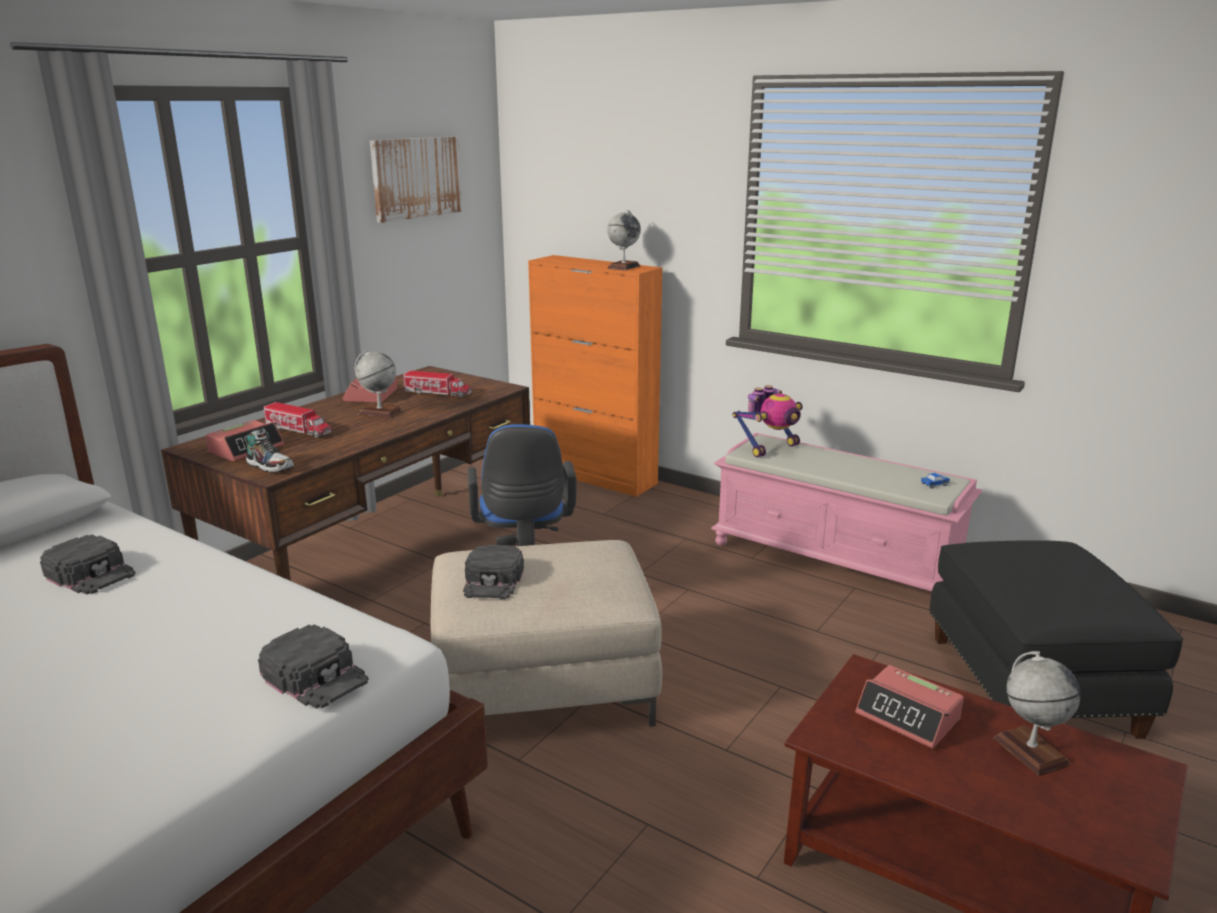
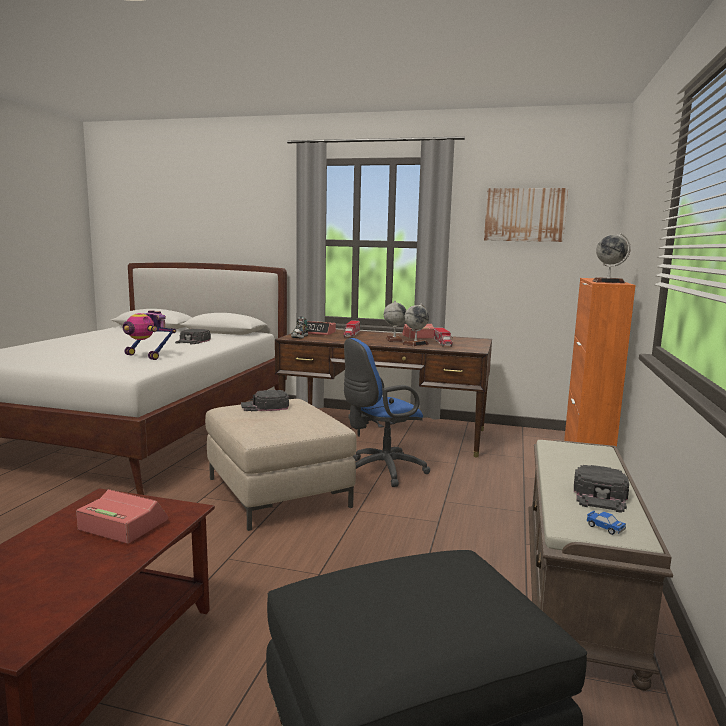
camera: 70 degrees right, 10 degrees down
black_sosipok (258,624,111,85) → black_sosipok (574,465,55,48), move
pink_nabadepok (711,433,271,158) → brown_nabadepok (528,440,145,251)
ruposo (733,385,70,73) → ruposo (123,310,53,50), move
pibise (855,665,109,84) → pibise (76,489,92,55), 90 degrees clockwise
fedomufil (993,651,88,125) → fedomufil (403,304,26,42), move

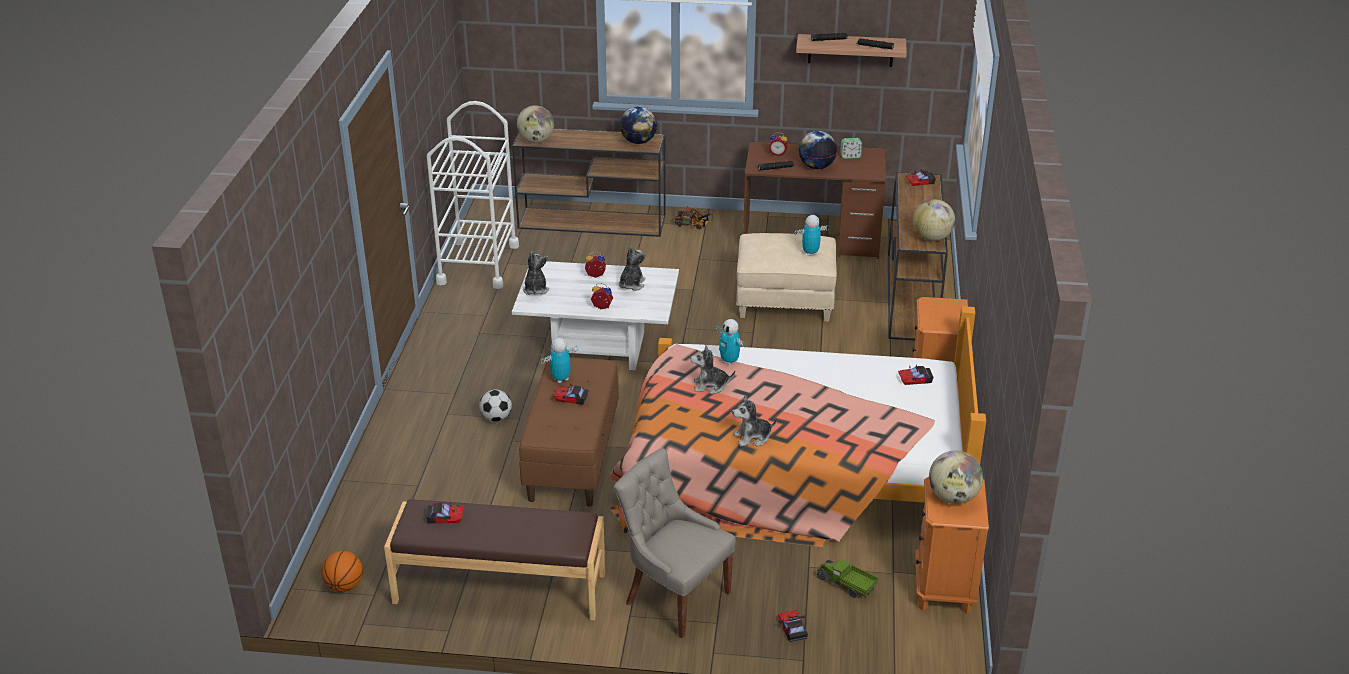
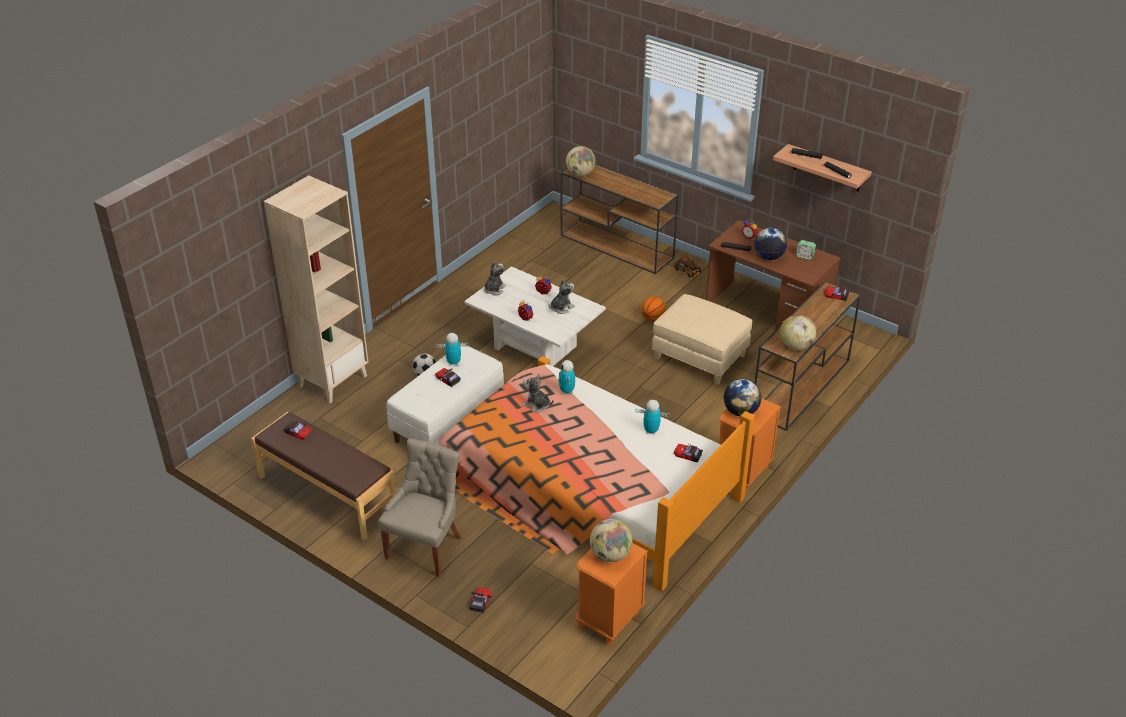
camera: 30 degrees right, 5 degrees up
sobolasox (321,551,42,41) → sobolasox (641,297,25,25), move
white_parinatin (427,101,92,188) → -
brown_nabadepok (519,357,100,150) → white_nabadepok (386,345,118,99)
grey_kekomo (614,448,122,190) → grey_kekomo (378,438,83,139), 45 degrees clockwise
fedomufil (620,106,37,38) → fedomufil (723,379,39,37), move
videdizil (732,396,45,50) → -
ruposo (794,215,35,41) → ruposo (635,400,34,34), move
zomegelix (817,559,61,39) → -
- → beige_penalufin (263,175,106,228)

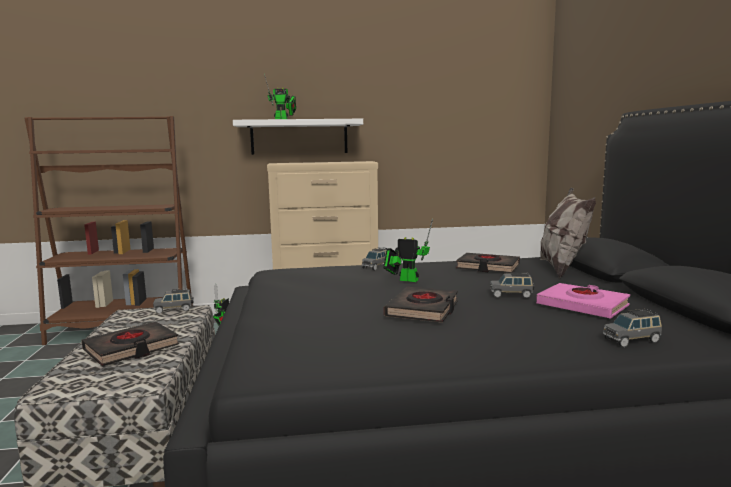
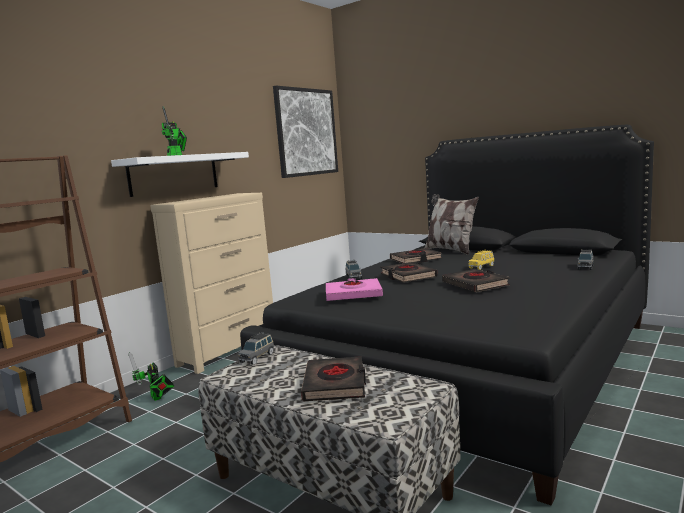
camera: 45 degrees left, 0 degrees up
ruposo (383,219,50,63) → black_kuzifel (381,262,56,20)
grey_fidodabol (490,272,44,26) → yellow_fidodabol (468,250,26,20)
pink_kuzifel (536,283,94,36) → pink_kuzifel (326,278,57,23), move
- → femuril (273,86,65,92)

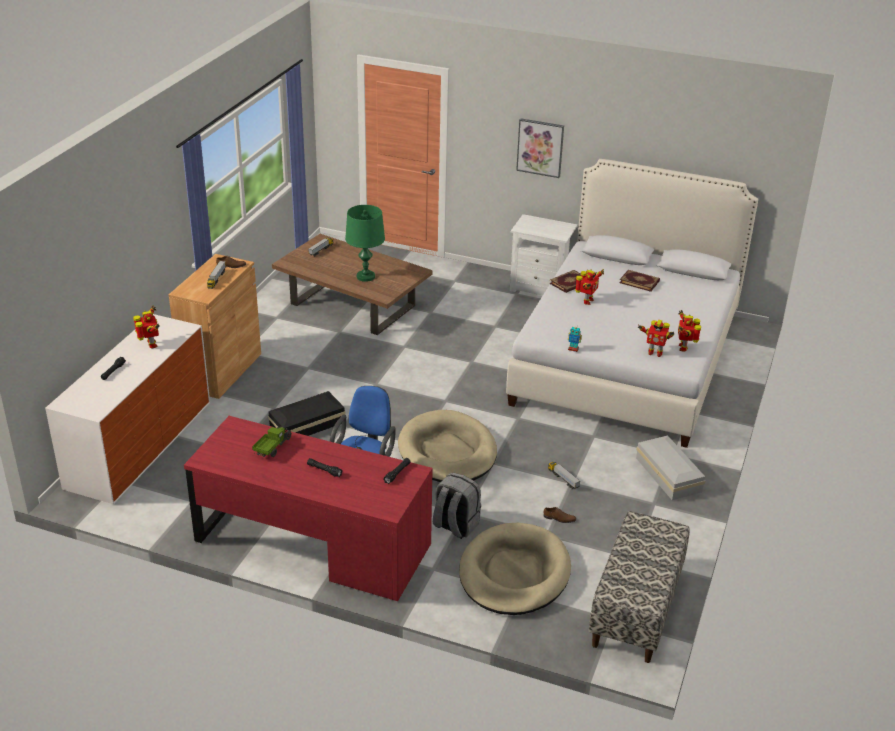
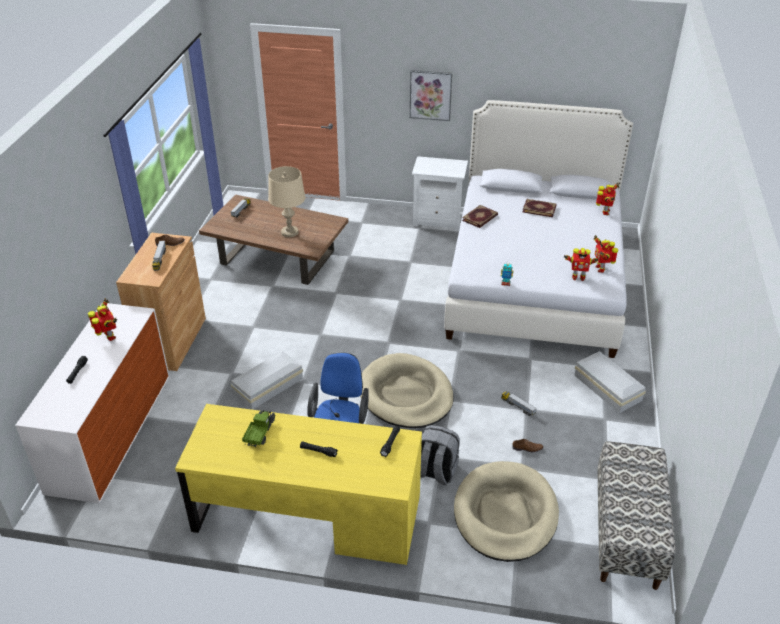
camera: 10 degrees left, 5 degrees up
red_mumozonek (184,416,249,185) → yellow_mumozonek (175,404,247,161)
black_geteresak (268,391,78,45) → white_geteresak (231,351,72,59)
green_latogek (345,205,40,77) → beige_latogek (268,166,37,71)
ruposo (575,269,29,36) → ruposo (596,183,23,32), move

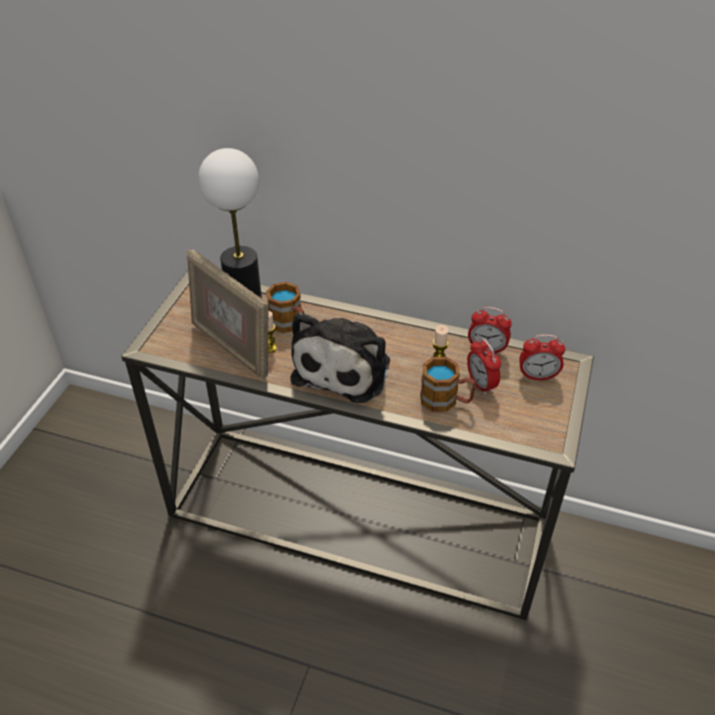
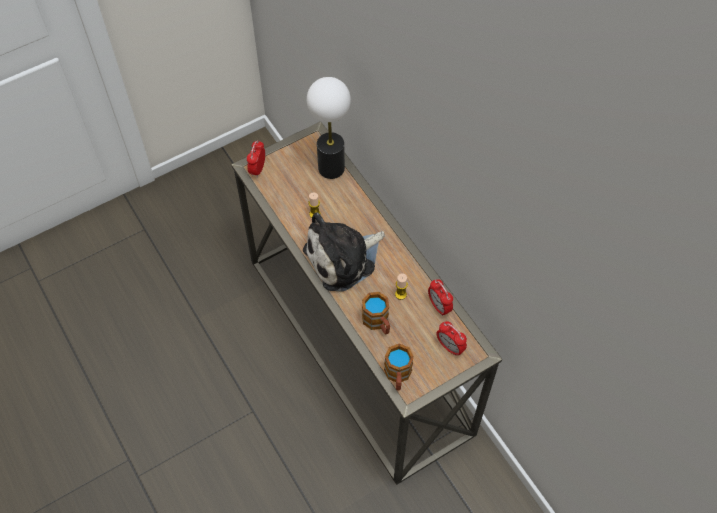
camera: 40 degrees right, 15 degrees up
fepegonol (187,249,82,131) → -
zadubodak (266,282,38,51) → zadubodak (384,344,30,47), move
pibise (467,338,34,57) → pibise (247,140,18,37), move

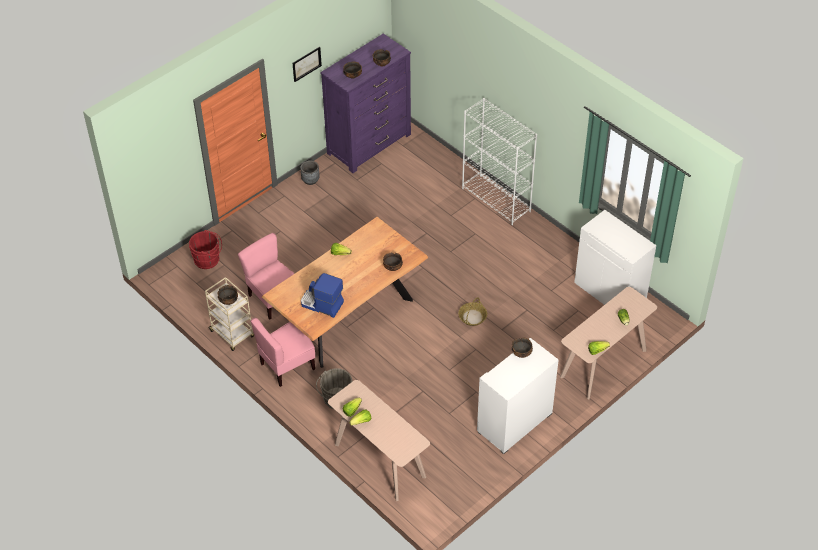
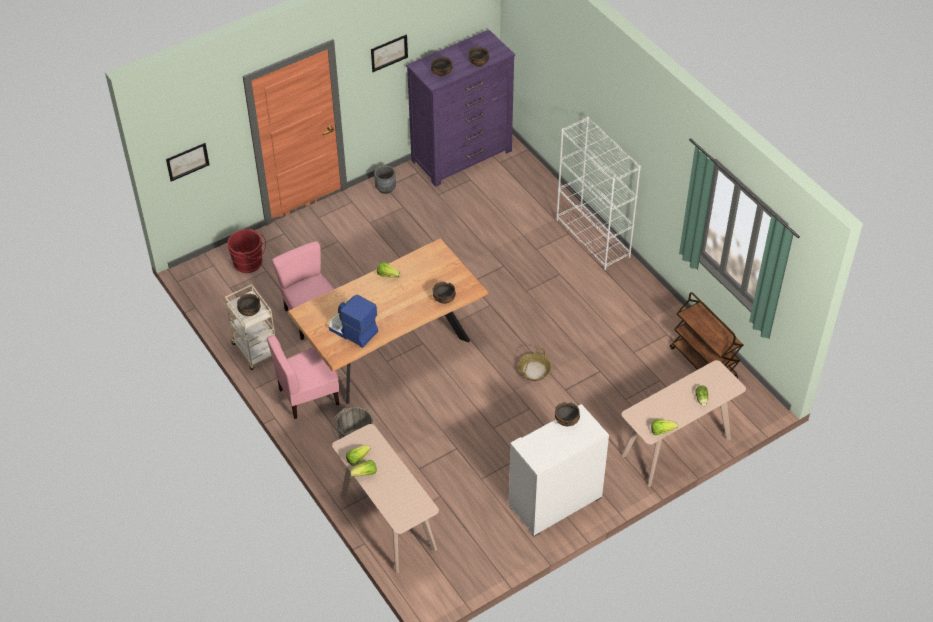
camera: 10 degrees right, 0 degrees up
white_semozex (574,210,82,95) → brown_parinatin (670,292,73,86)
- → femuril (166,143,43,38)

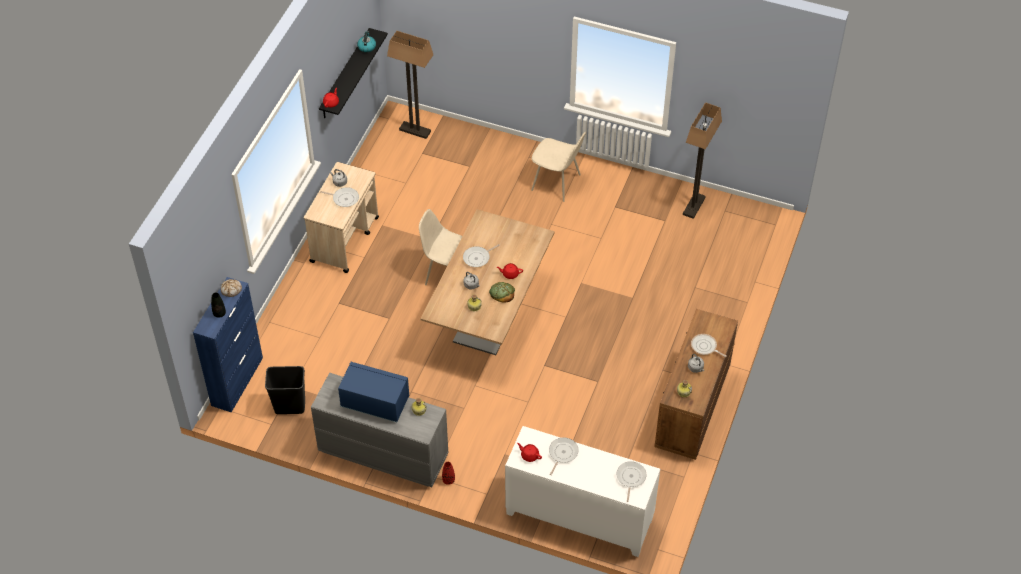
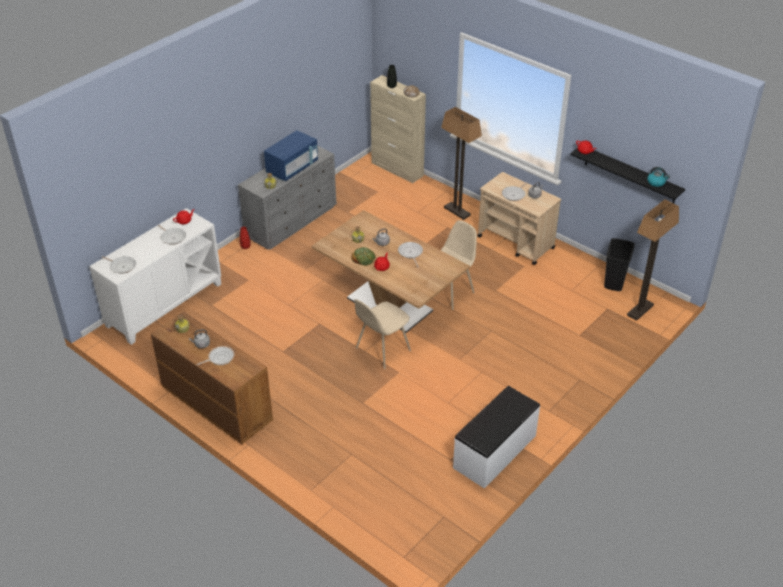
camera: 110 degrees right, 10 degrees down
blue_semozex (193,277,70,135) → beige_semozex (370,75,56,108)
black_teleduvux (265,366,40,48) → black_teleduvux (604,238,31,53), move
beige_kekomo (531,132,55,70) → beige_kekomo (354,299,57,70), move
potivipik (683,102,39,117) → potivipik (441,107,41,113), move
- → white_nabadepok (453,386,87,103)

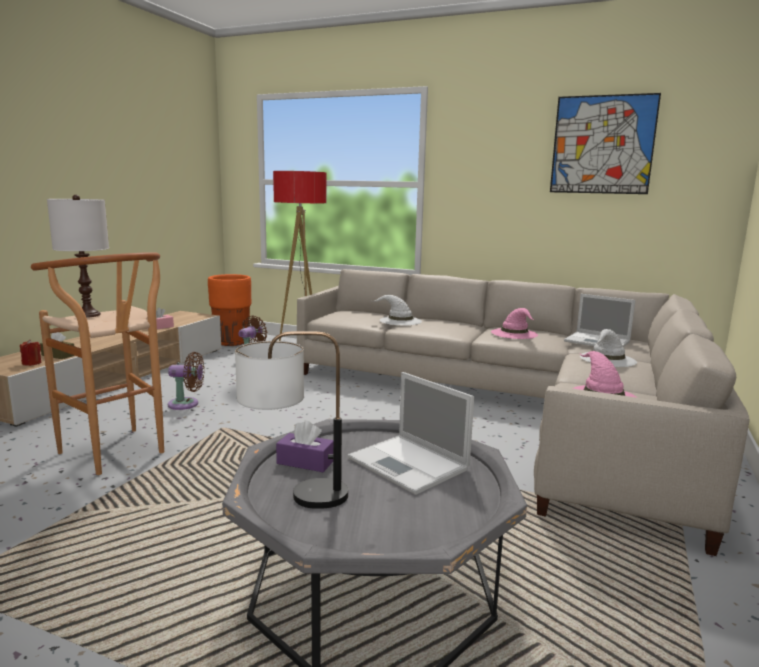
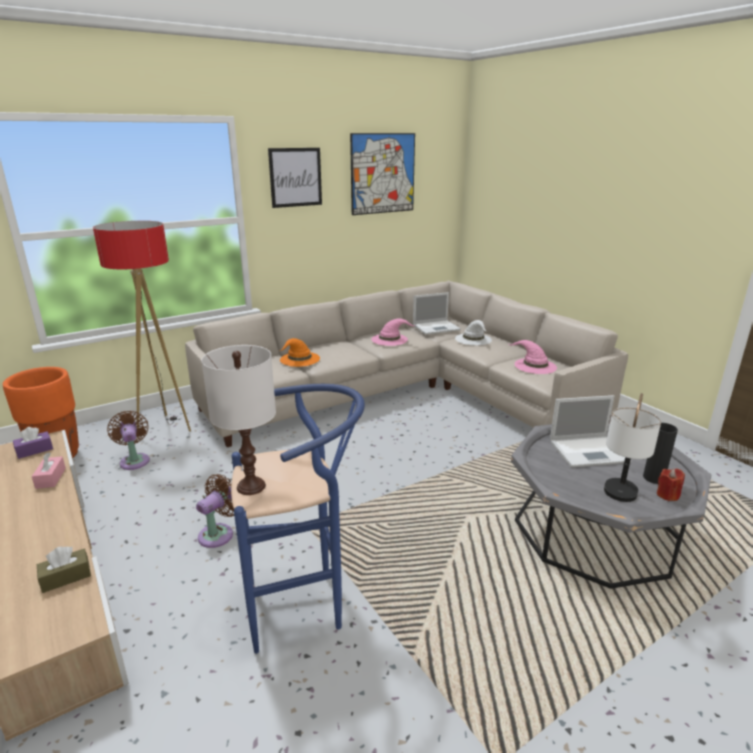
camera: 55 degrees left, 10 degrees up
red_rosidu (20,340,22,26) → red_rosidu (657,469,28,32), move
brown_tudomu (31,252,133,223) → blue_tudomu (231,384,134,270)
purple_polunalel (276,421,57,51) → purple_polunalel (13,427,40,32), move
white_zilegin (372,295,50,30) → orange_zilegin (280,338,40,29)
- → femuril (268,148,54,60)
- → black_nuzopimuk (643,423,35,61)

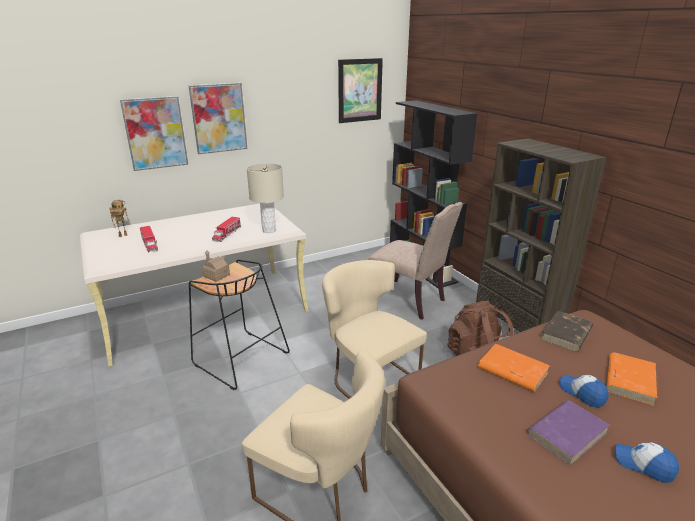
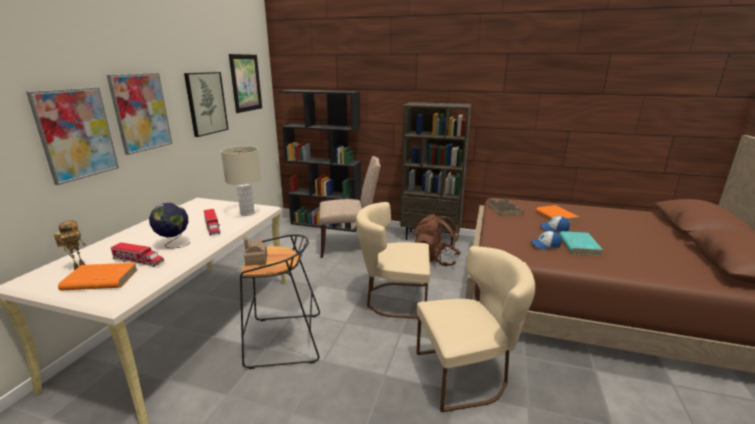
camera: 45 degrees left, 5 degrees down
orange_kuzifel (478,344,72,48) → orange_kuzifel (58,263,80,28), move
purple_kuzifel (527,400,83,66) → turquoise_kuzifel (559,231,44,25)
sosipok (615,443,64,40) → sosipok (530,231,31,19), move
- → fedomufil (149,203,41,45)
- → femuril (184,72,45,65)

